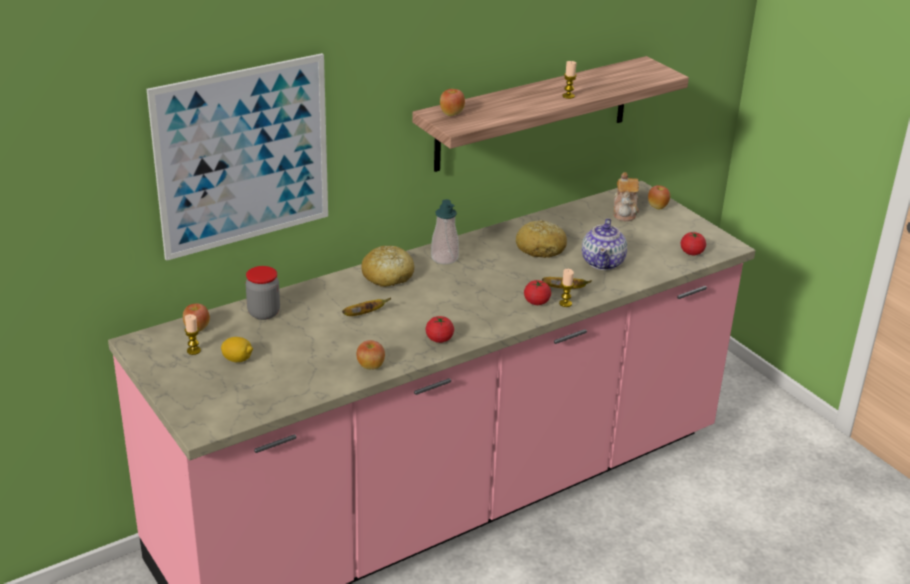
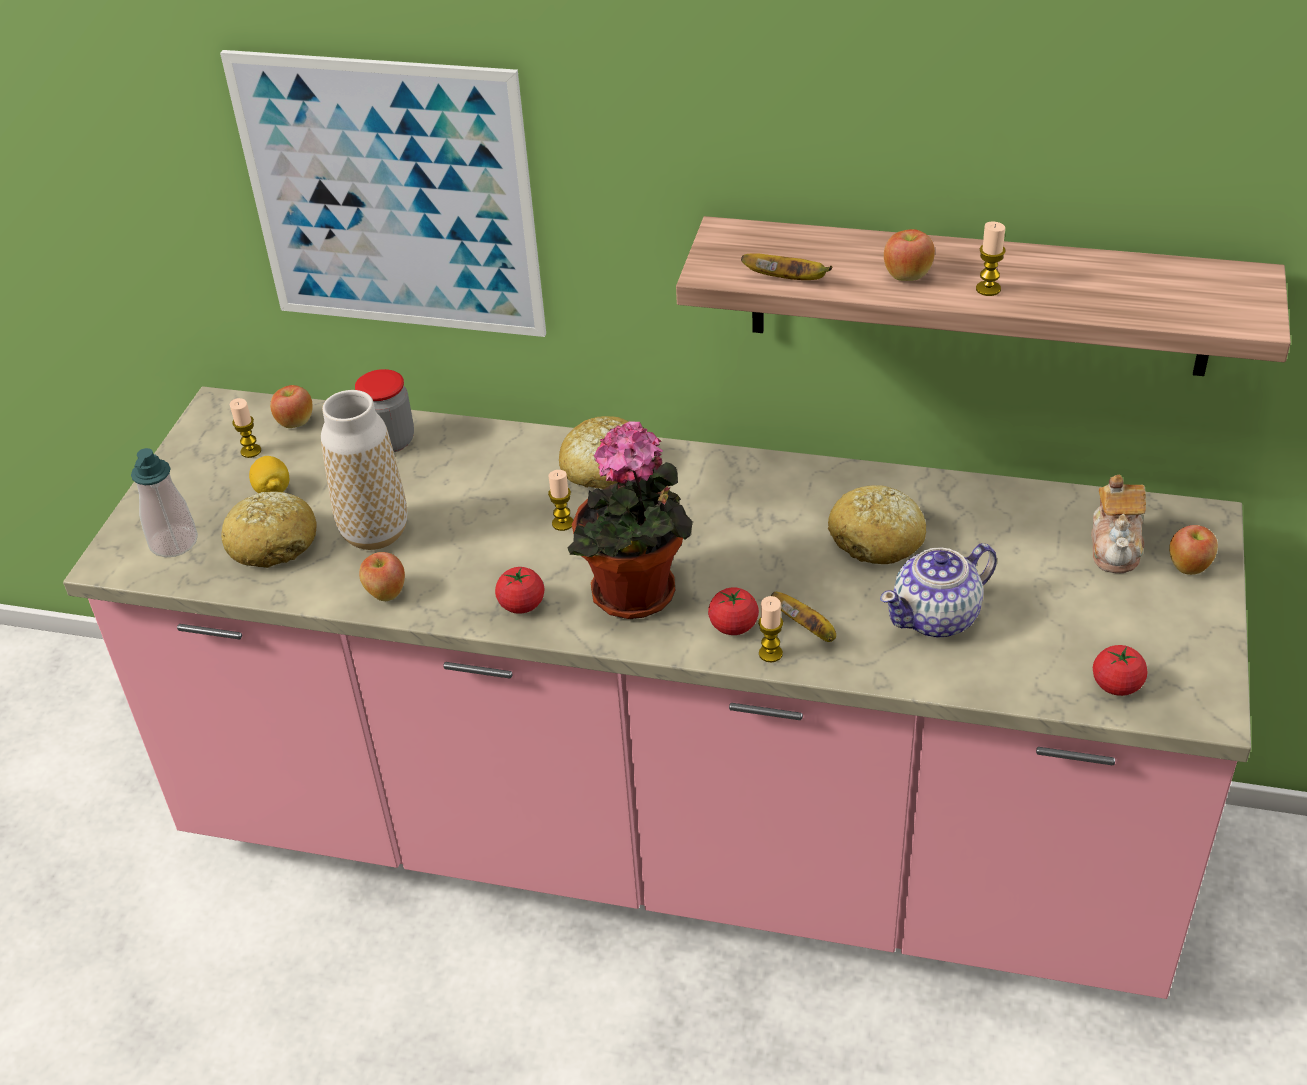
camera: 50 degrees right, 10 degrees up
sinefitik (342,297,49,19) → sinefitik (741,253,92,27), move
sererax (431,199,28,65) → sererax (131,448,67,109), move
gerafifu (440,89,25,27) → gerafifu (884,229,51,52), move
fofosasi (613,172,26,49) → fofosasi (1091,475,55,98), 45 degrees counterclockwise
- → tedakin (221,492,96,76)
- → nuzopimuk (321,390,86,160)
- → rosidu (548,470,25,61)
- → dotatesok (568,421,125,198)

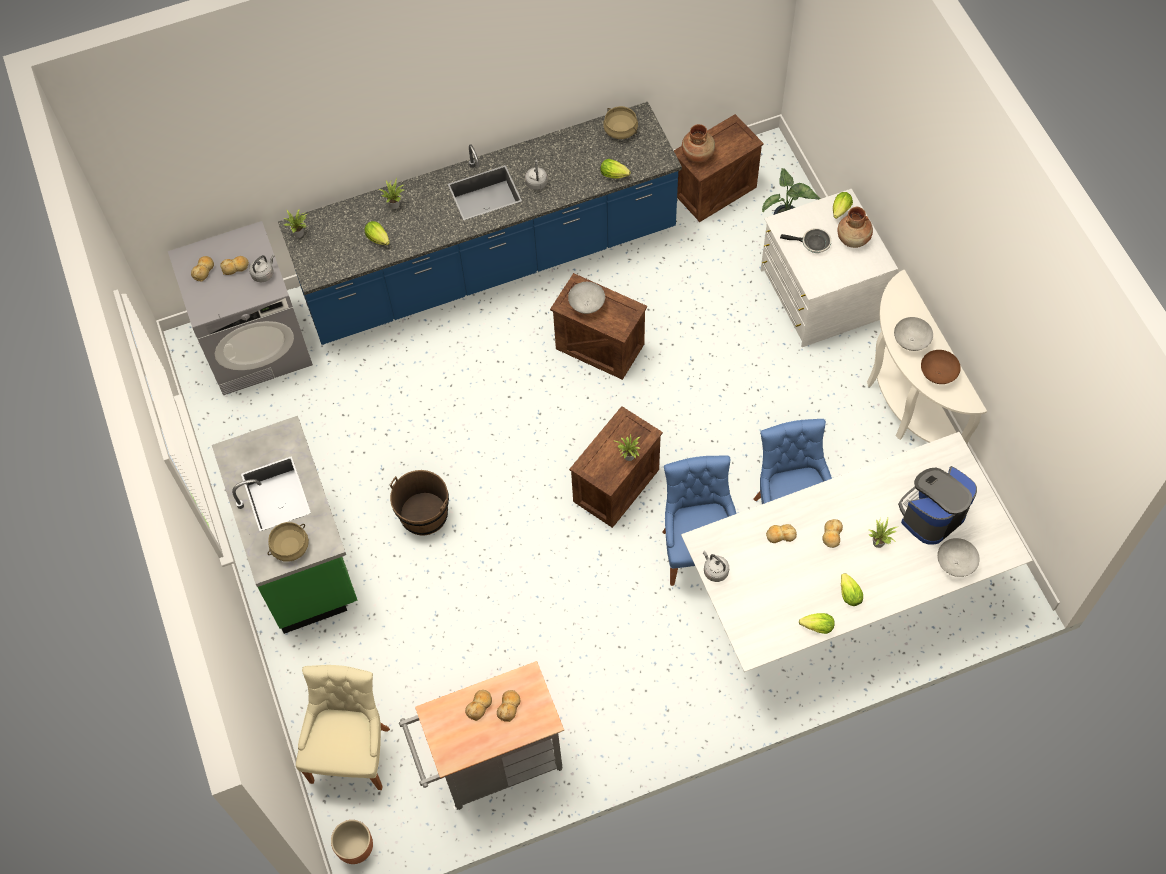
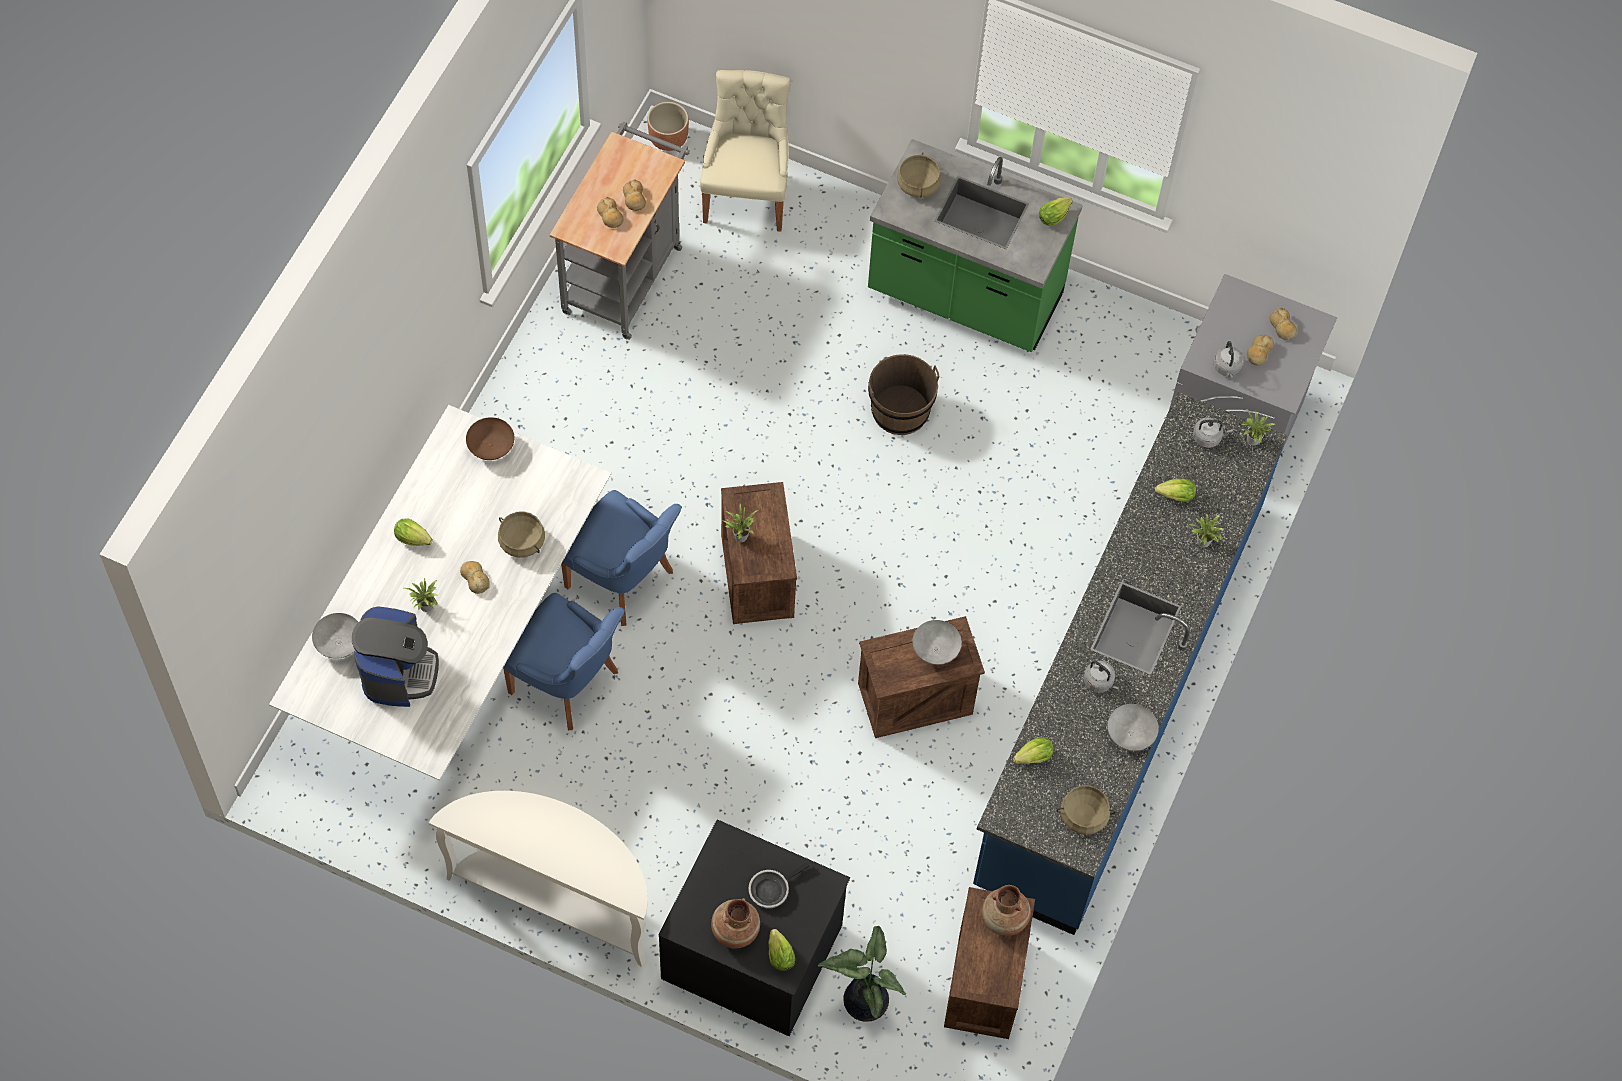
camera: 130 degrees right, 0 degrees up
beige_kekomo (296,665,94,125) → beige_kekomo (700,70,91,162), 135 degrees counterclockwise
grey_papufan (703,551,26,31) → grey_papufan (1193,417,40,31), move
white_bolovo (761,189,137,158) → black_bolovo (658,819,192,217)
tedakin (766,524,31,19) → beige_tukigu (498,511,47,47)
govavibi (799,613,36,21) → govavibi (1039,197,33,29), move
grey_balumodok (894,317,39,34) → grey_balumodok (1108,704,51,47), move
brown_balumodok (921,350,40,34) → brown_balumodok (466,417,48,43), move

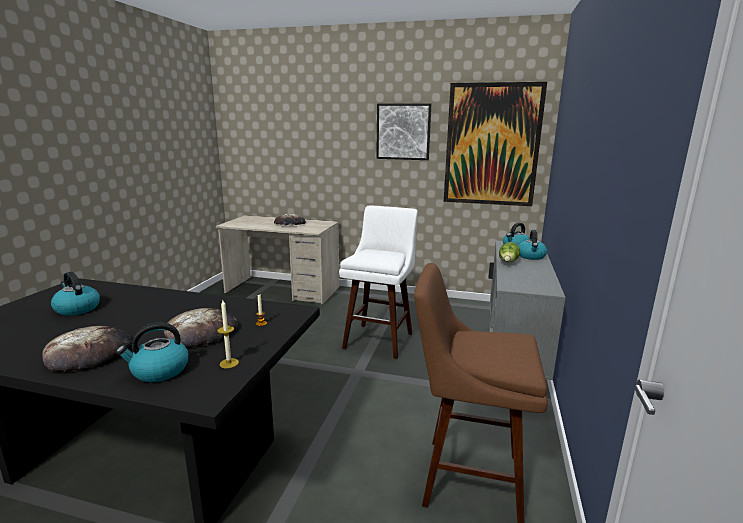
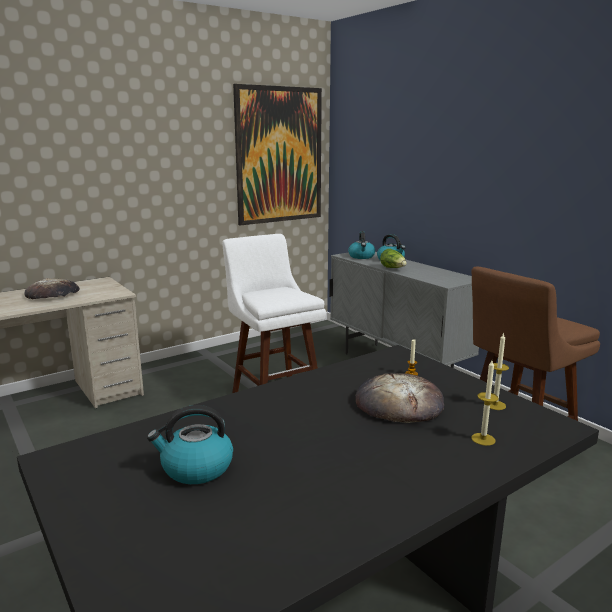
camera: 50 degrees left, 0 degrees up
tedakin (42,326,89,46) → -
papufan (116,322,72,60) → rosidu (471,360,28,86)
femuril (376,103,55,57) → -

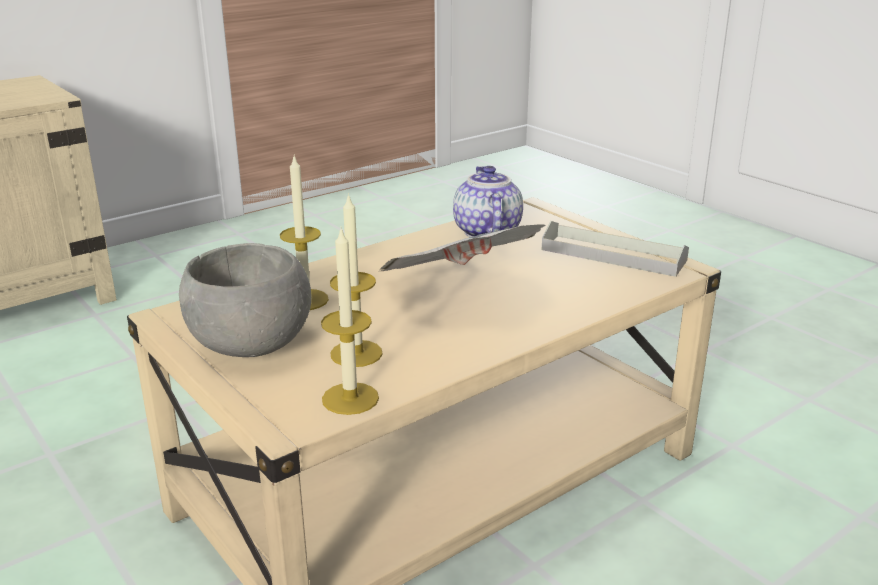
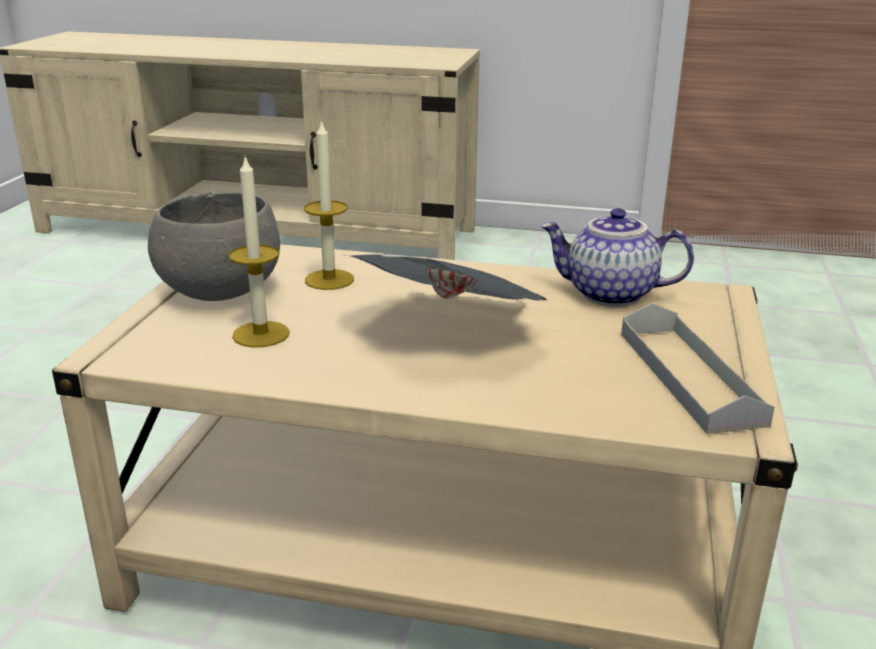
camera: 50 degrees right, 0 degrees up
rosidu (321,226,58,189) → -
fofosasi (453,166,70,71) → fofosasi (540,208,154,99), 120 degrees counterclockwise

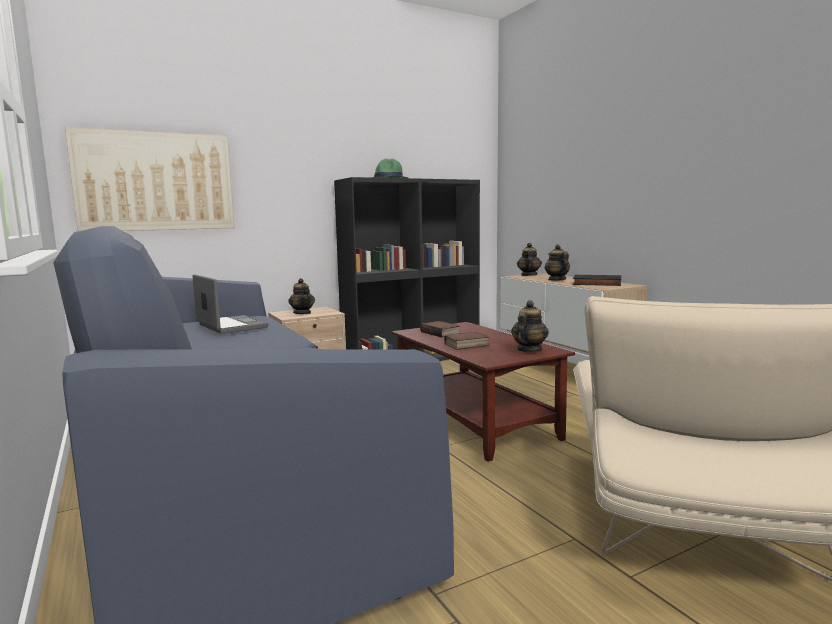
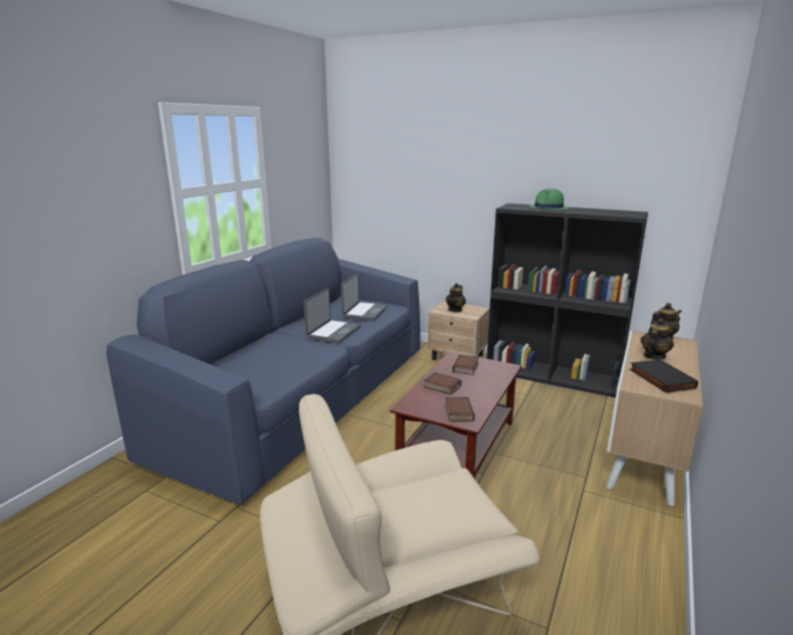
camera: 55 degrees right, 10 degrees up
femuril (65,127,169,104) → -
fofosasi (511,300,38,52) → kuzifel (445,397,30,25)
- → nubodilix (304,288,57,55)

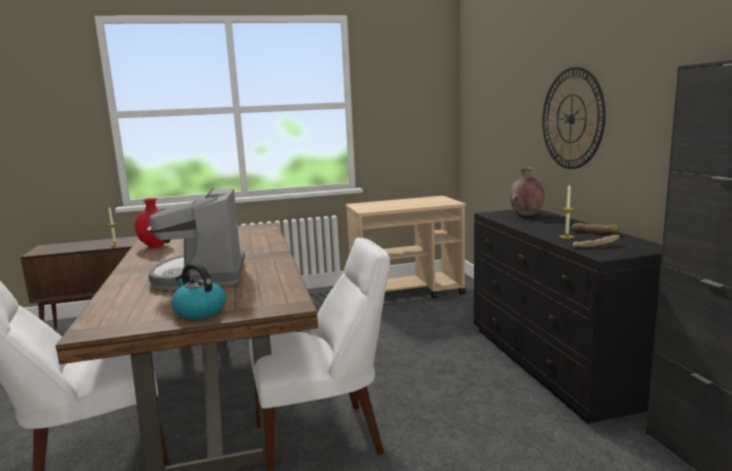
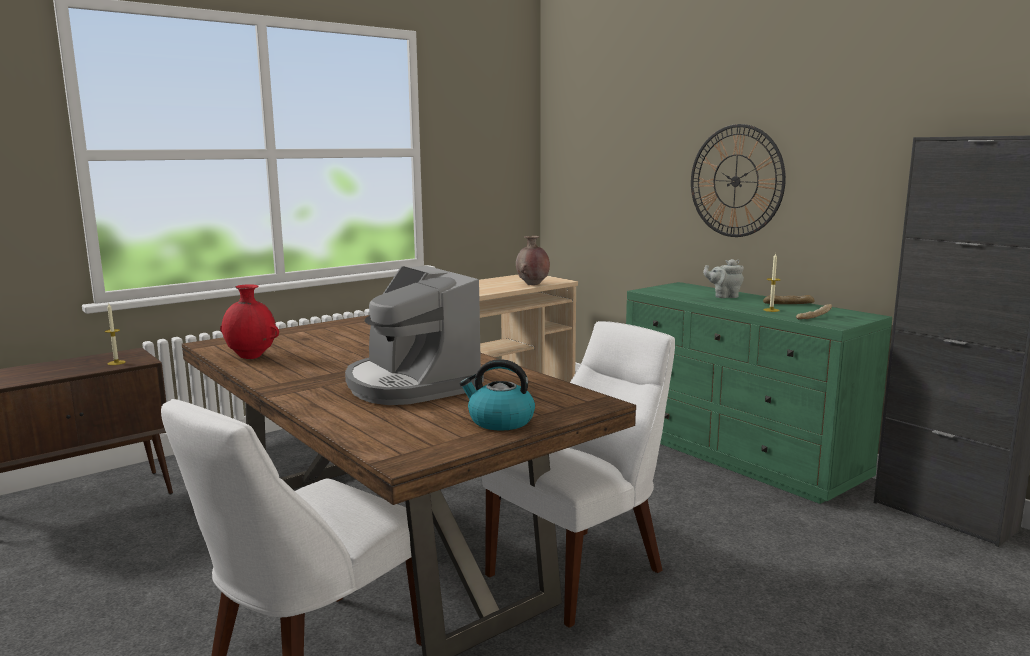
camera: 25 degrees left, 0 degrees up
black_bolovo (474,209,188,215) → green_bolovo (626,282,266,222)
brown_nuzopimuk (510,167,34,49) → brown_nuzopimuk (516,236,34,49), move
- → grey_fofosasi (703,259,41,39)

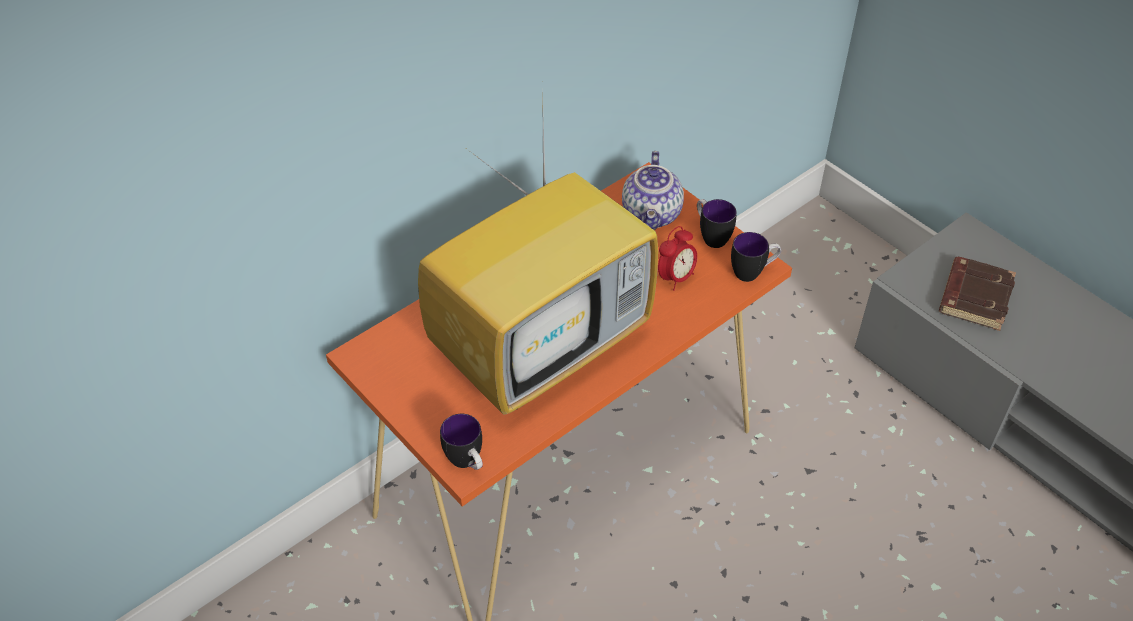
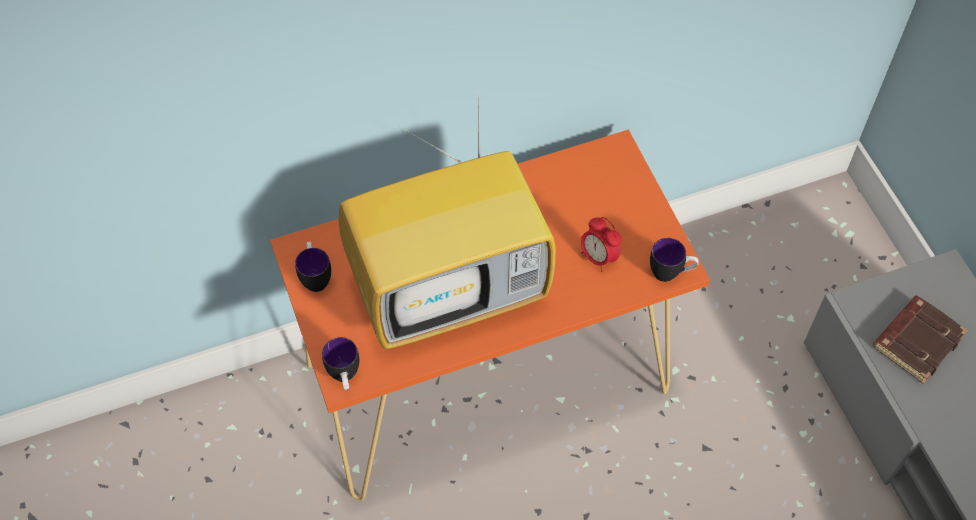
camera: 20 degrees right, 10 degrees up
fofosasi (622,151,62,79) → -
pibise (658,226,39,65) → pibise (581,217,41,55), 75 degrees clockwise
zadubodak (697,199,40,49) → zadubodak (295,242,36,50), move

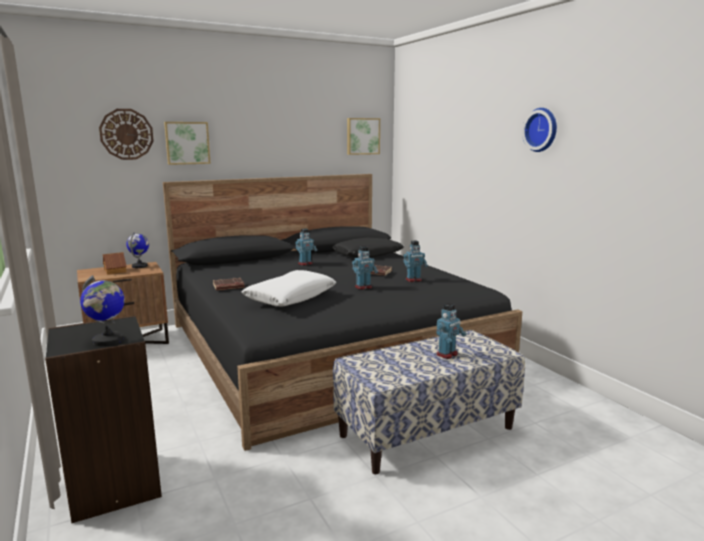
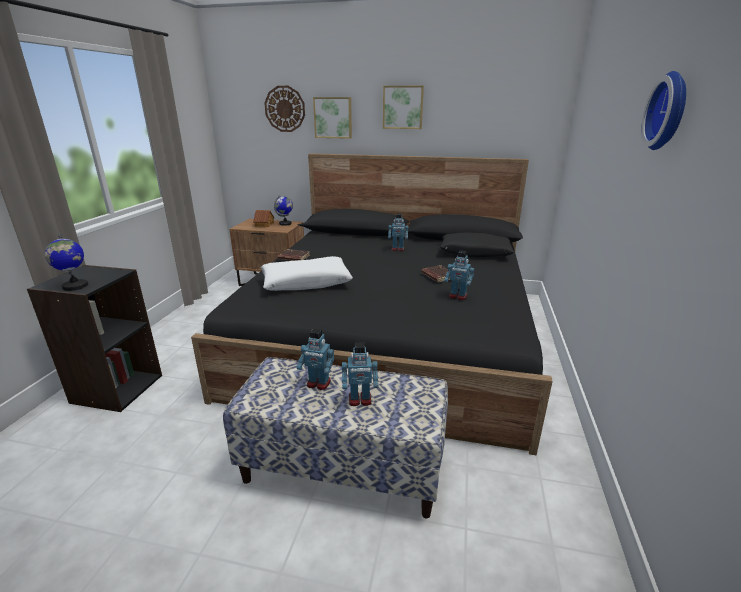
camera: 40 degrees right, 10 degrees up
femuril (347,118,33,37) → femuril (383,86,41,43), move
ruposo (352,246,26,44) → ruposo (297,328,37,62), move

